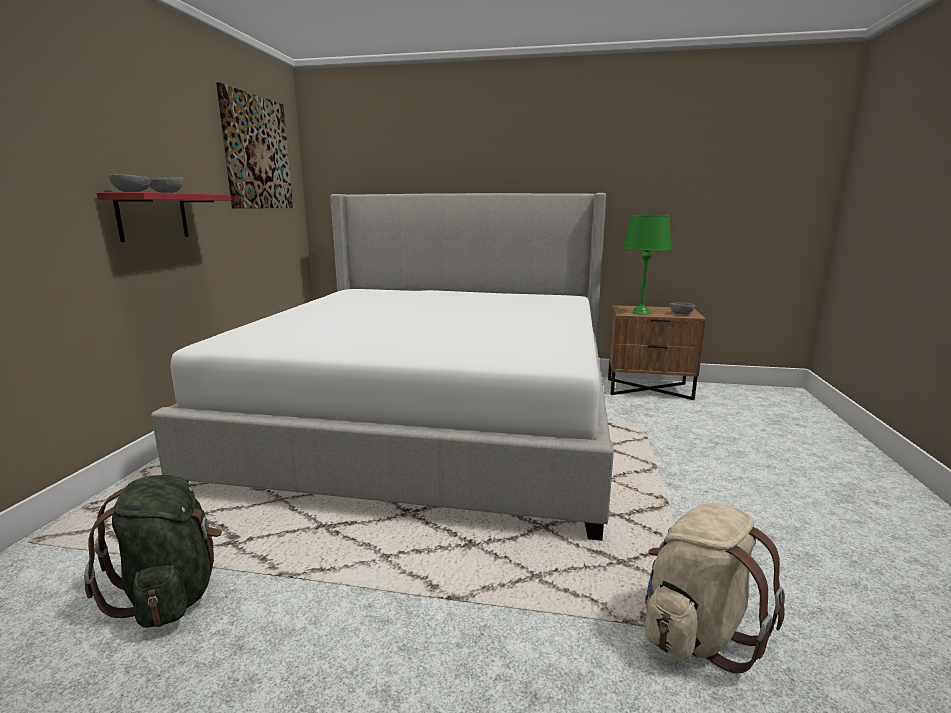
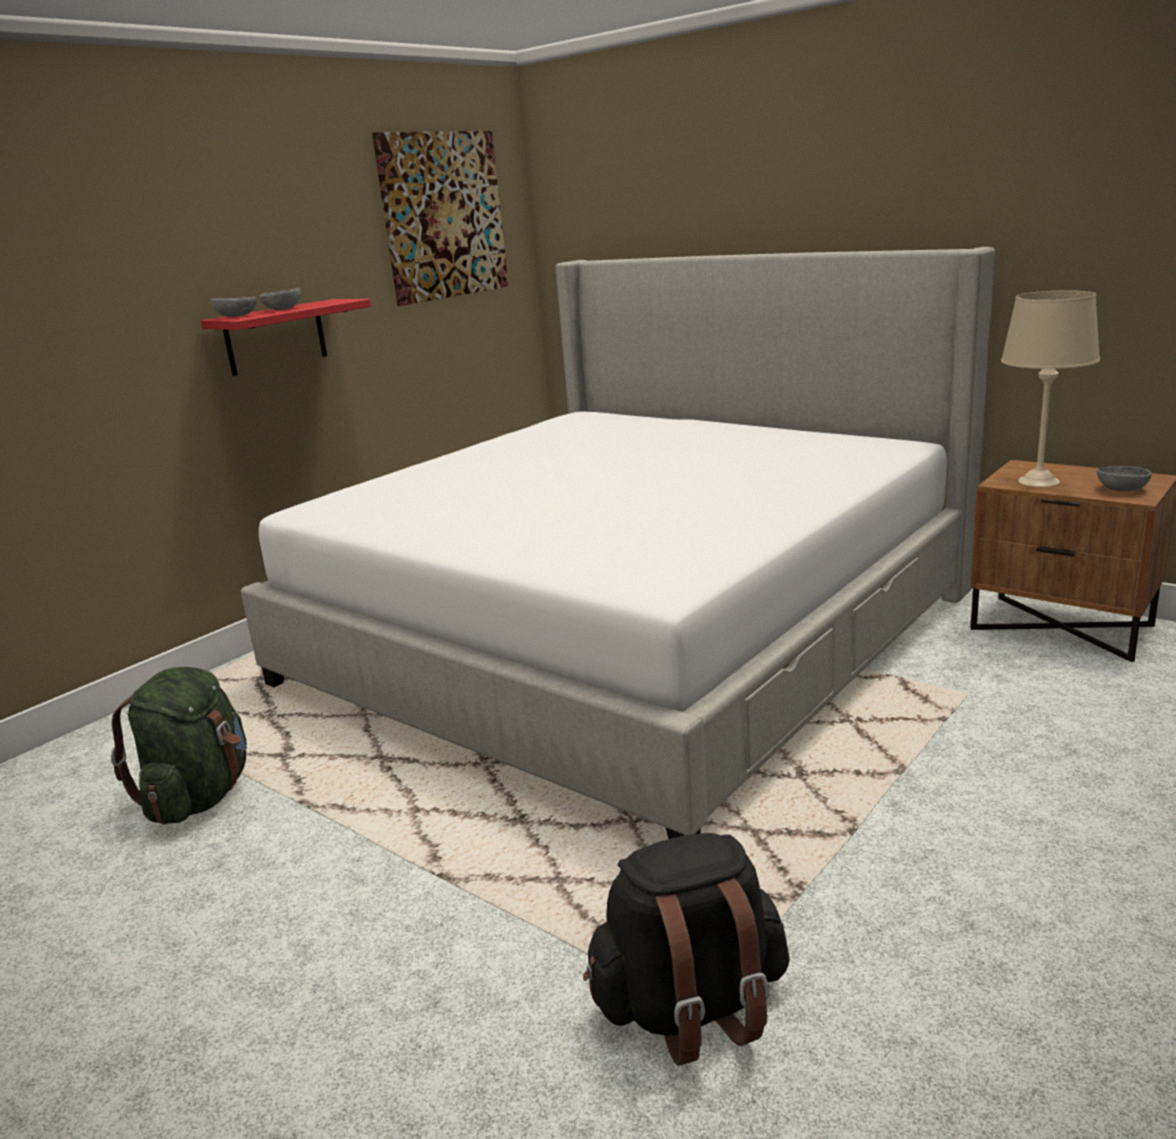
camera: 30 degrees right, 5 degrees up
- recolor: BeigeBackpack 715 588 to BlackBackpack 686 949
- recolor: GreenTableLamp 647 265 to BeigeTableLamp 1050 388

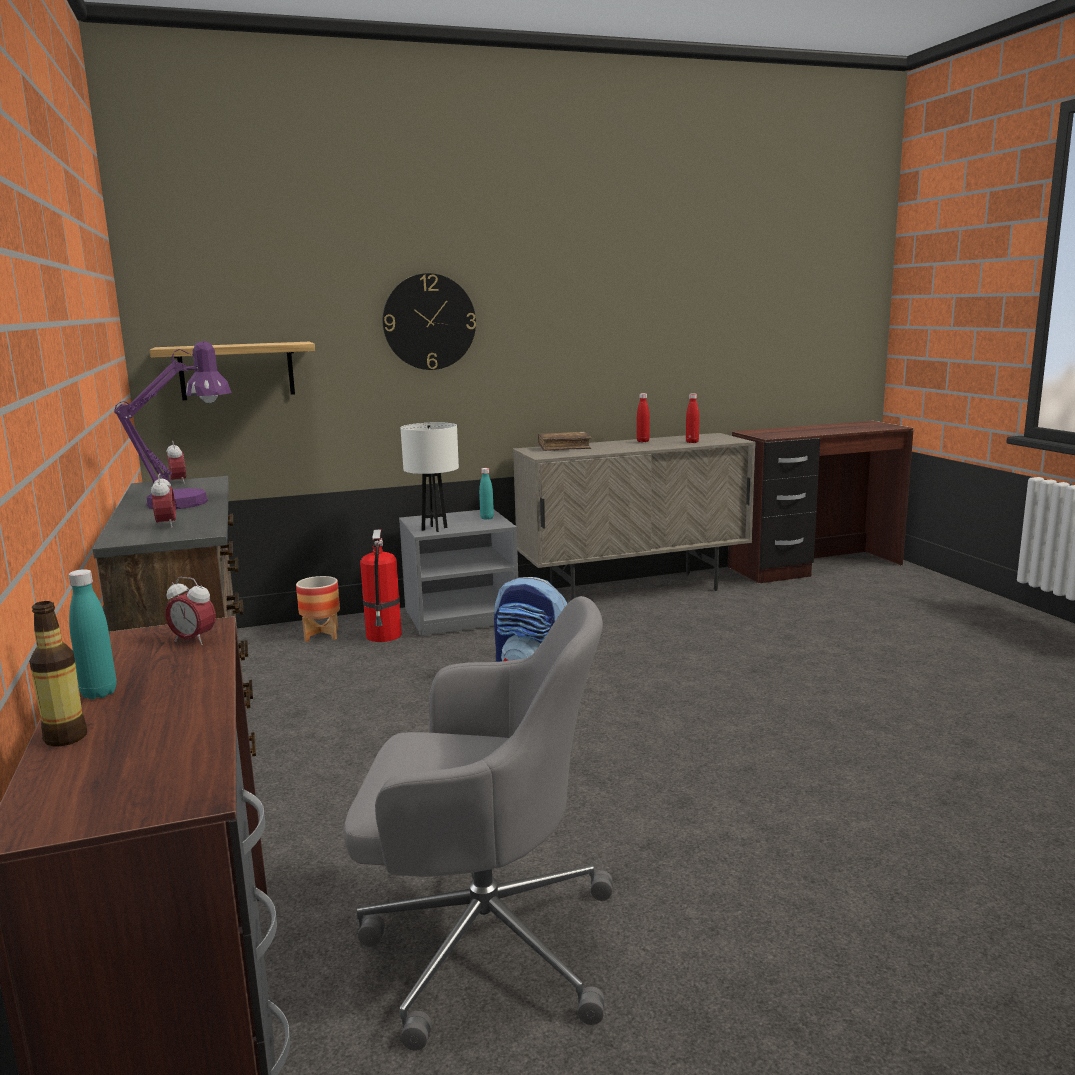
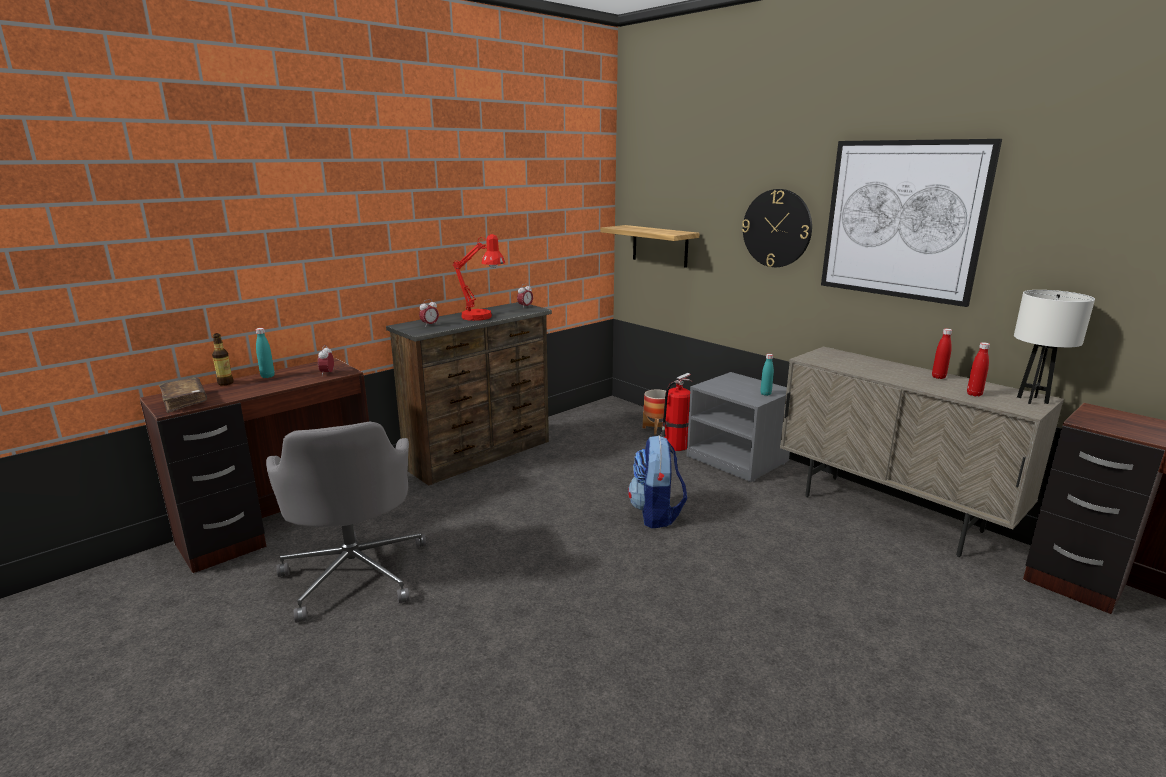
camera: 65 degrees right, 5 degrees up
- move: BrownBook 565 441 to 183 395
- recolor: PurpleTableLamp 173 425 to RedTableLamp 479 277
- insert: Picture 911 223
- move: WhiteTableLamp 429 477 to 1054 347

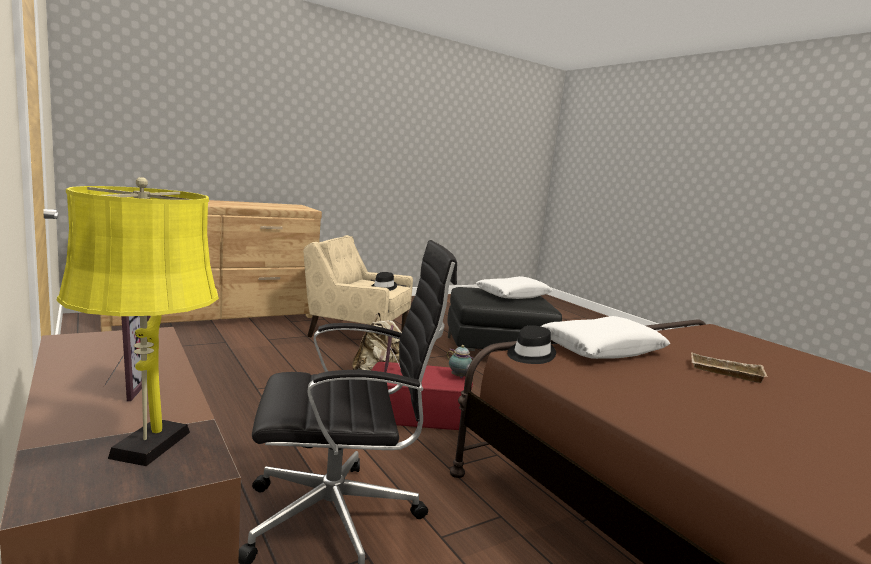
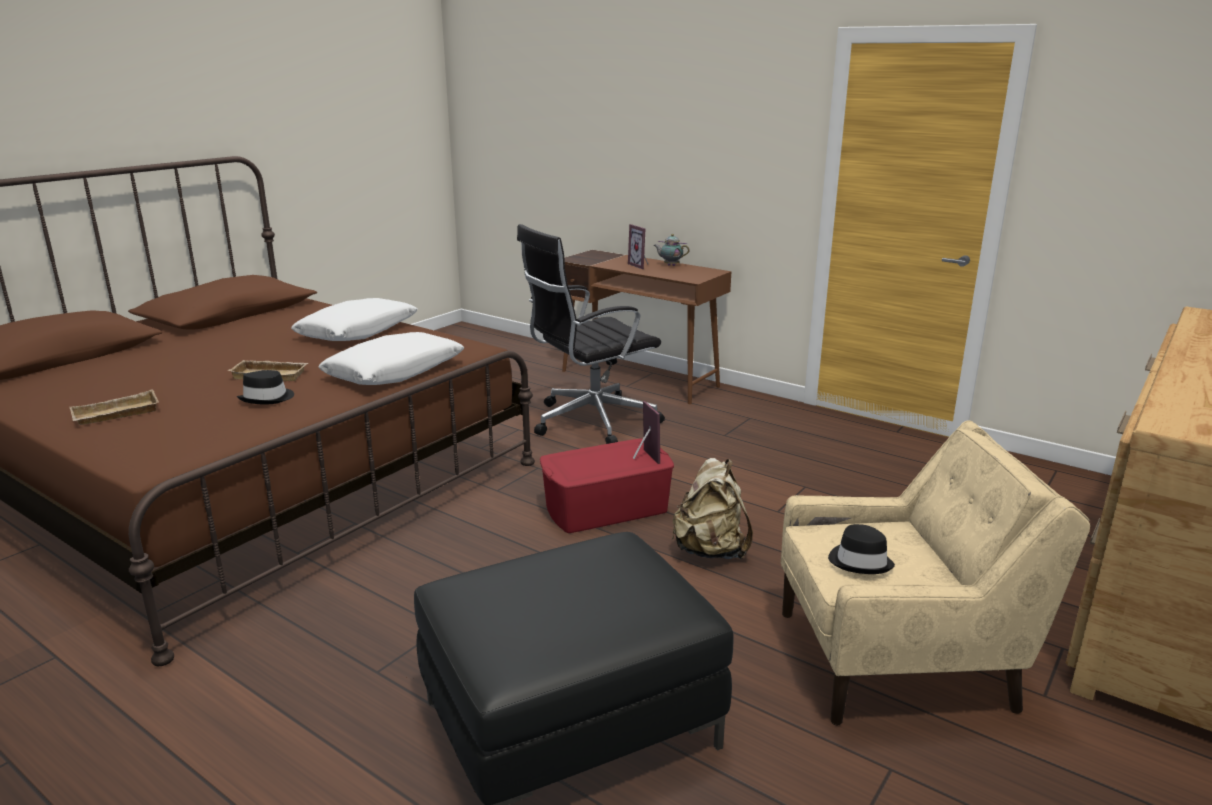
camera: 160 degrees right, 10 degrees up
- insert: BeigeTray 114 407
- move: BlackHat 531 344 to 265 387
- move: WhitePillow 514 287 to 354 319
- move: Teapot 460 361 to 672 250
- delete: YellowTableLamp 137 321

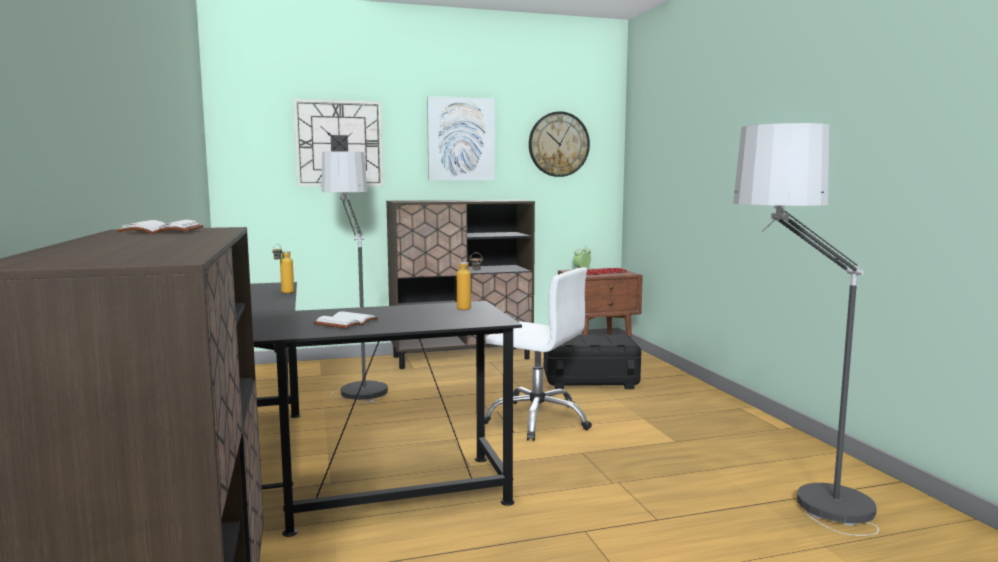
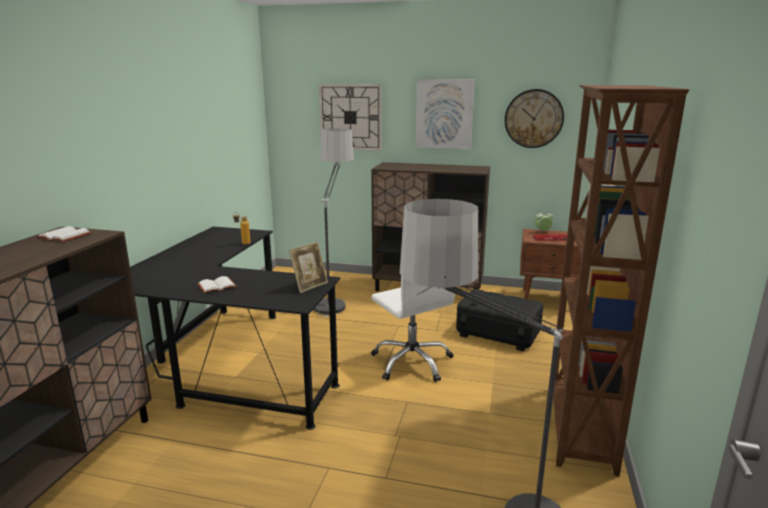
camera: 30 degrees right, 10 degrees up
- replace: Bottle 469 281 to PictureFrame 308 267
- insert: BrownBookcase 621 280

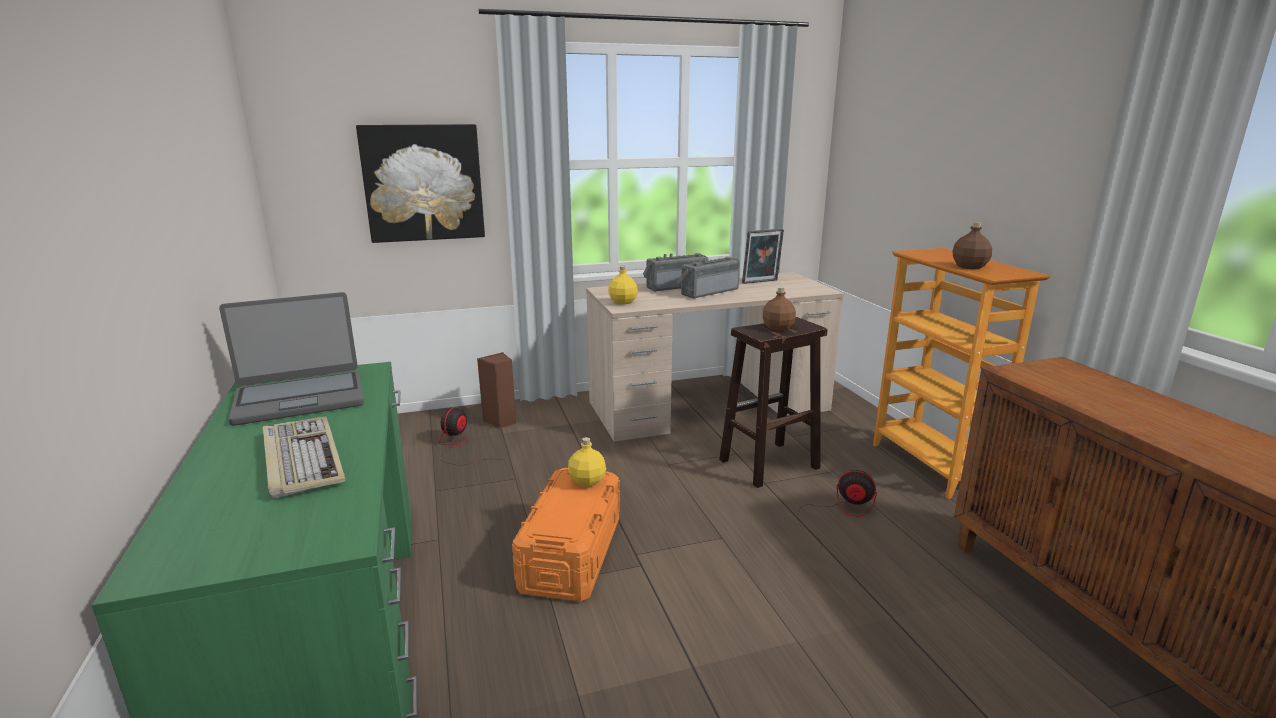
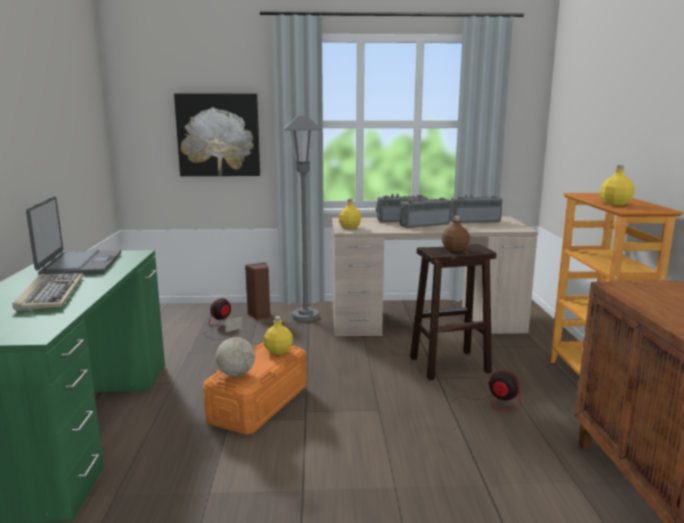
camera: 15 degrees right, 5 degrees down
- rotate: Laptop 291 359 = 73 235 90 degrees counterclockwise
- insert: Globe 235 346
- insert: GreyFloorLamp 303 219
- replace: PictureFrame 763 256 to Radio 476 208
- recolor: BrownBottle 972 245 to YellowBottle 617 185

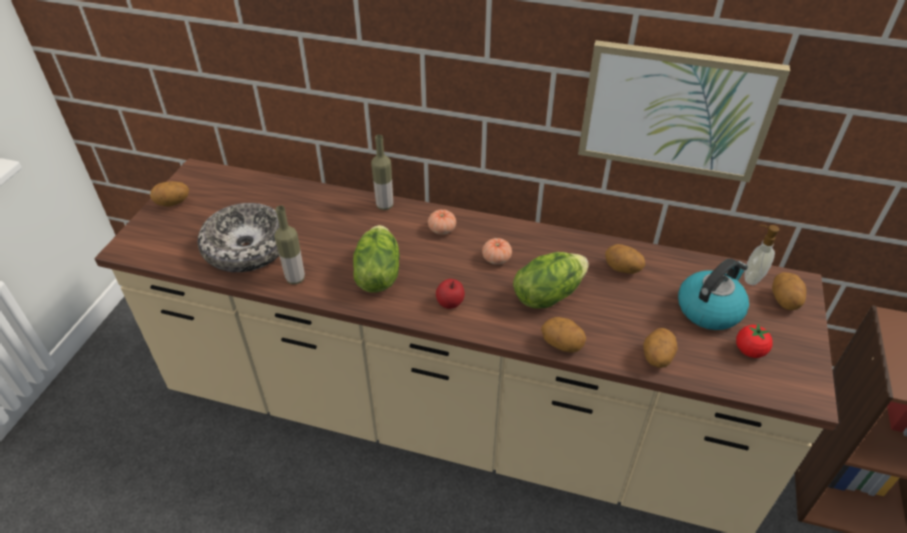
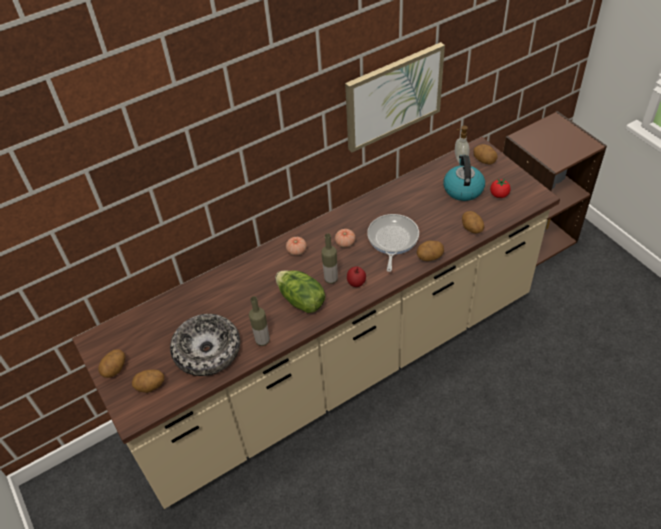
camera: 45 degrees left, 5 degrees up
- move: Potato 625 259 to 148 381
- move: Bottle 382 172 to 329 258
- replace: Lettuce 551 280 to FryingPan 393 243

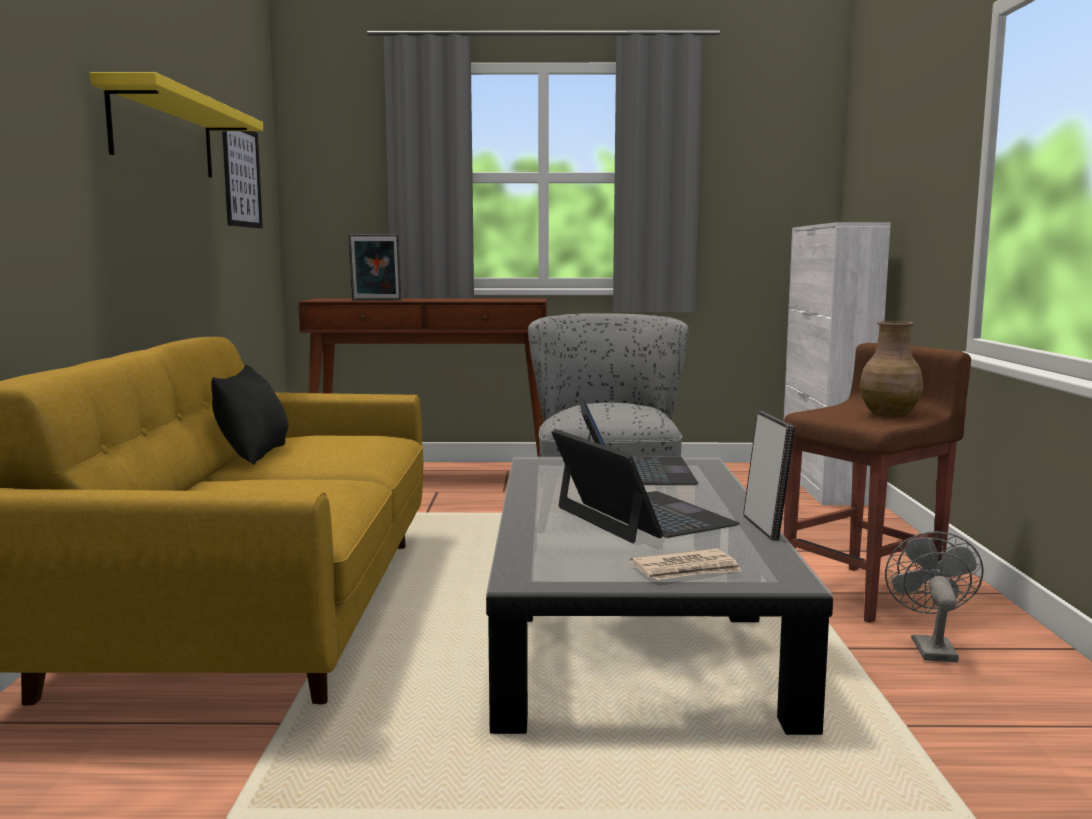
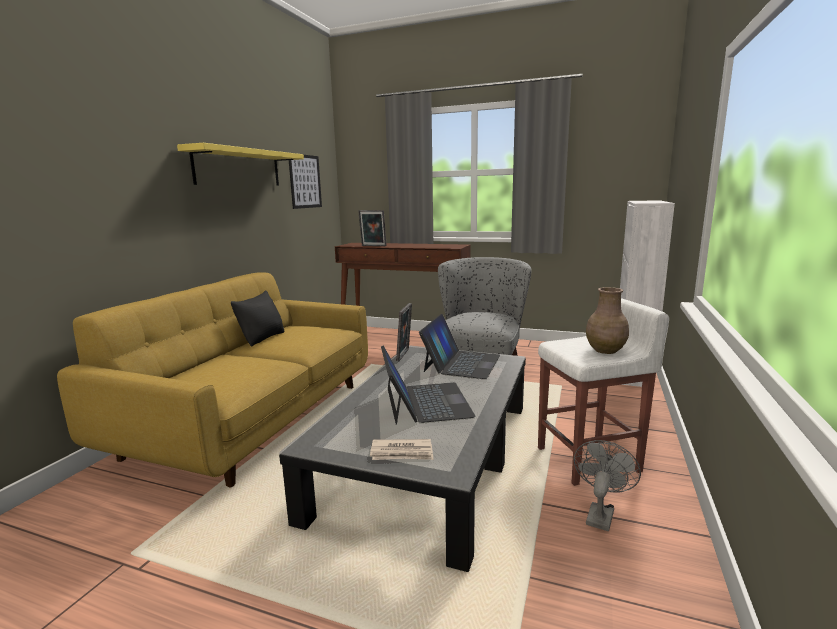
camera: 20 degrees right, 5 degrees up
- move: PictureFrame 769 475 to 404 332
- recolor: BrownStool 877 483 to WhiteStool 603 392

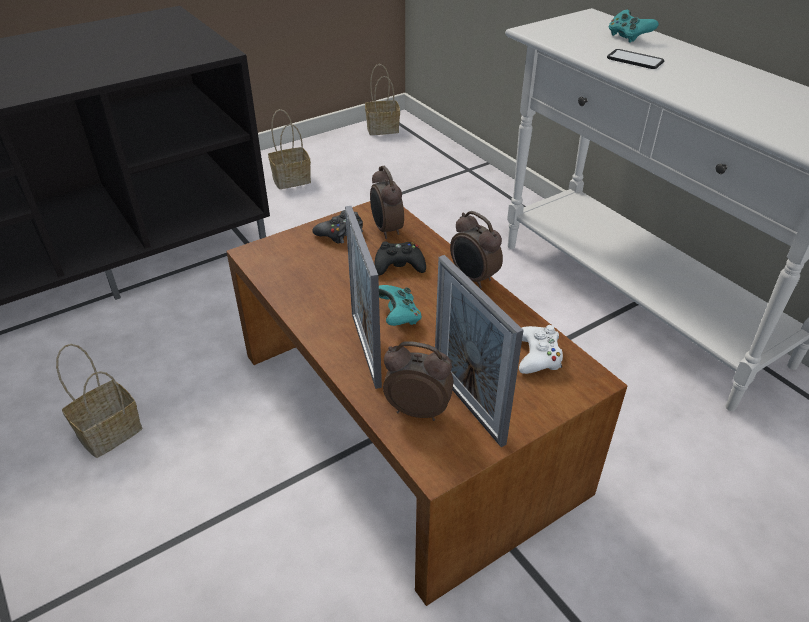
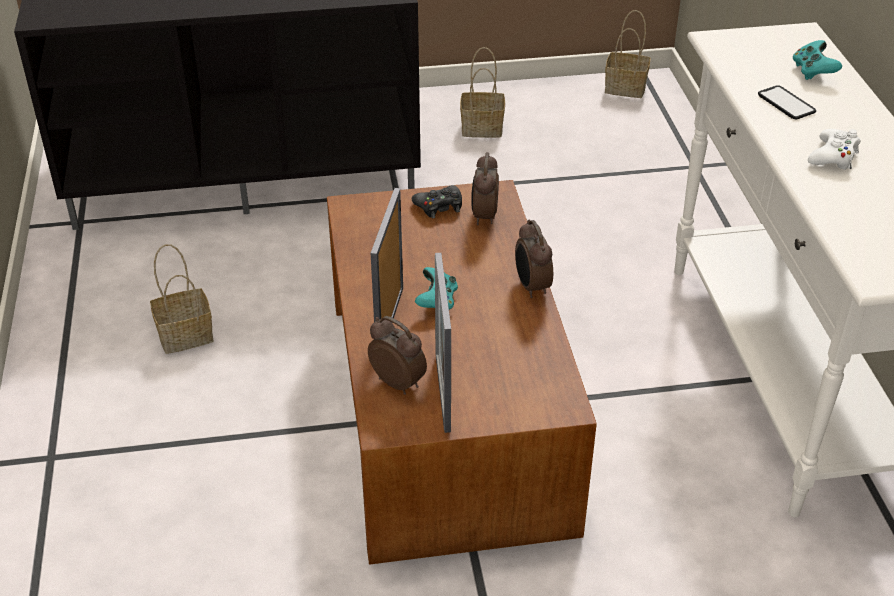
camera: 25 degrees right, 0 degrees up
- move: WhiteGameController 541 349 to 834 149
- delete: BlackGameController 400 258

